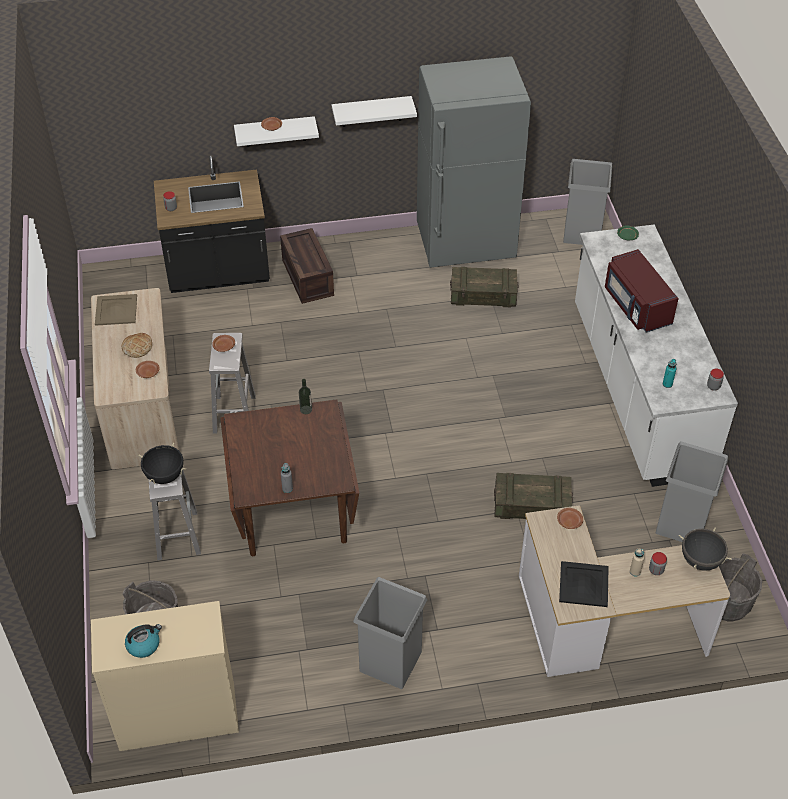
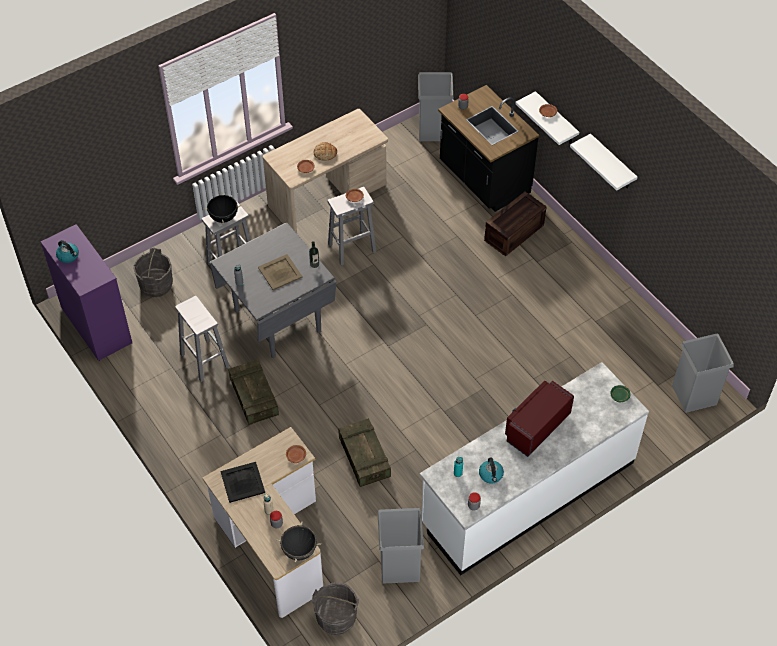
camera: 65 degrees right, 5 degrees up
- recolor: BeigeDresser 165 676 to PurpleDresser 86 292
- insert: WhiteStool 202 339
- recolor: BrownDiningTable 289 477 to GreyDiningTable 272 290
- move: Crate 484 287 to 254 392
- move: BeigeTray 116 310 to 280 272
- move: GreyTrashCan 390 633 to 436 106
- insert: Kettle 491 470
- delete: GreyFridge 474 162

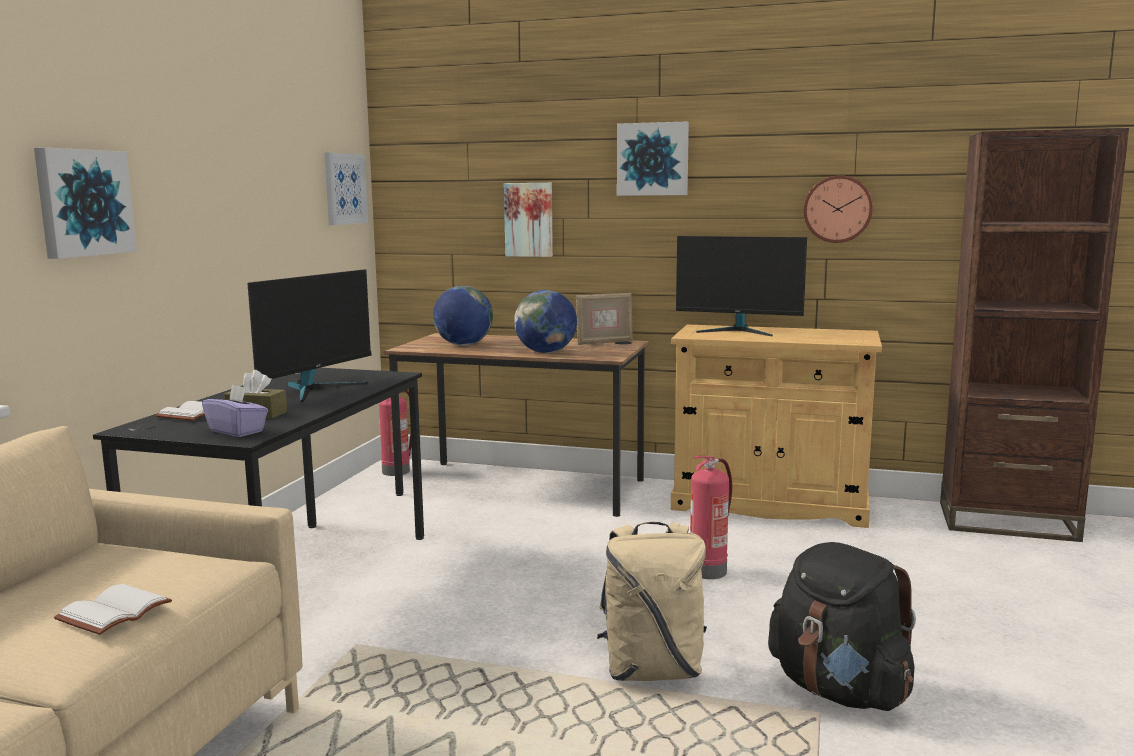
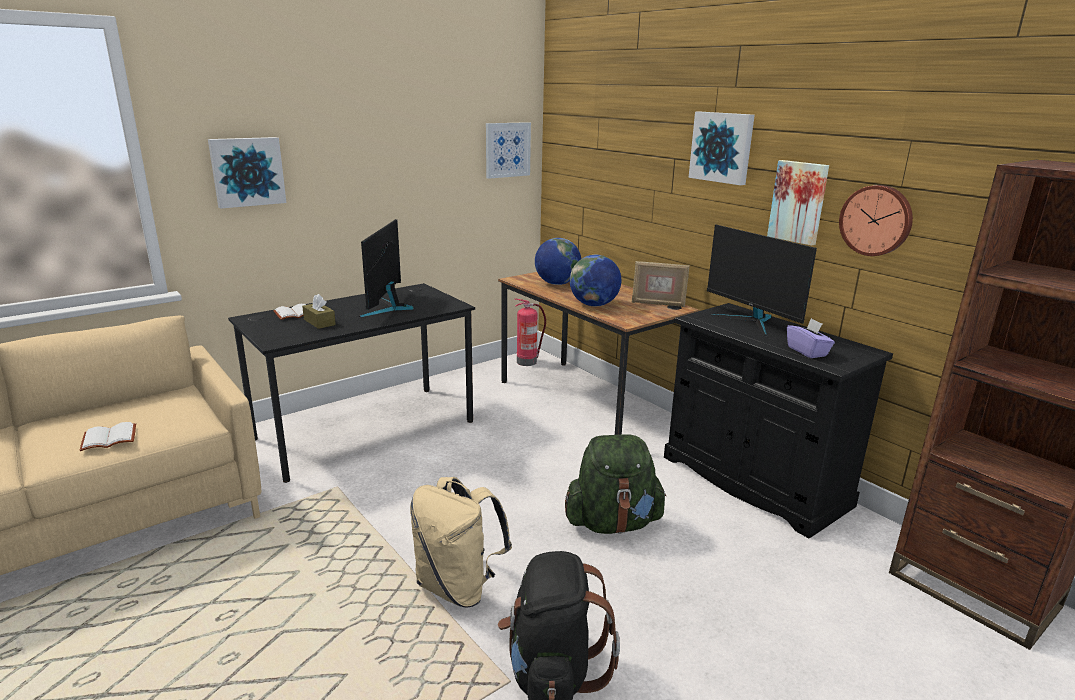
camera: 35 degrees right, 10 degrees up
- rotate: Monitor 309 335 = 386 268 120 degrees clockwise
- replace: FireExtinguisher 711 517 to GreenBackpack 616 484
- recolor: BeigeCabinet 776 426 to BlackCabinet 778 420
- move: Picture 528 220 to 798 203
- move: PurpleTissueBox 235 410 to 811 338

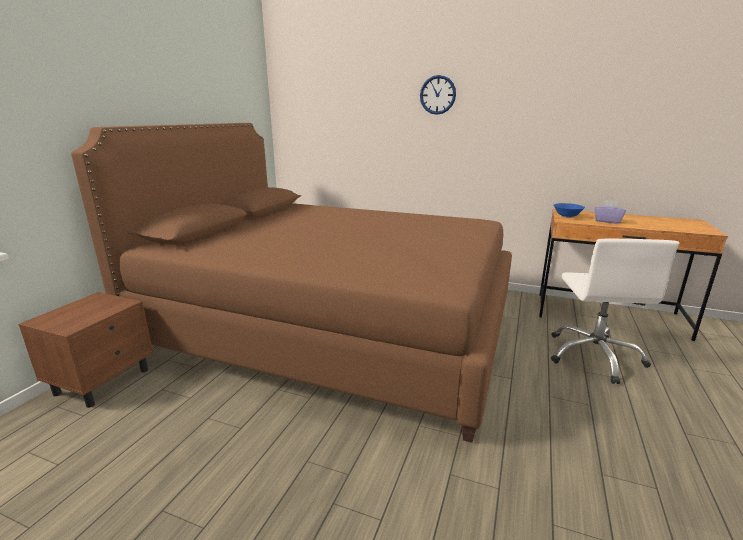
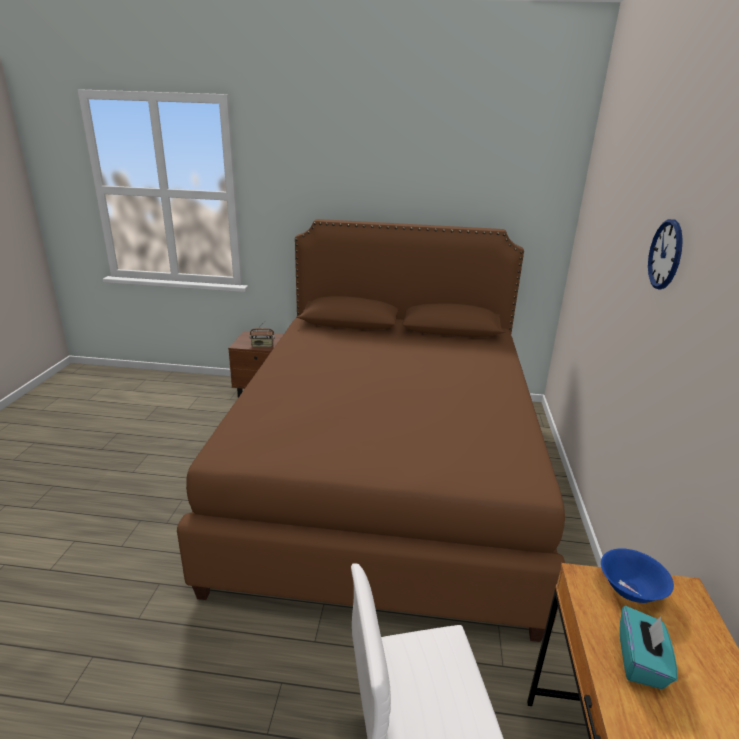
camera: 75 degrees right, 5 degrees up
- insert: Radio 262 335
- recolor: PurpleTissueBox 610 212 to TurquoiseTissueBox 649 647

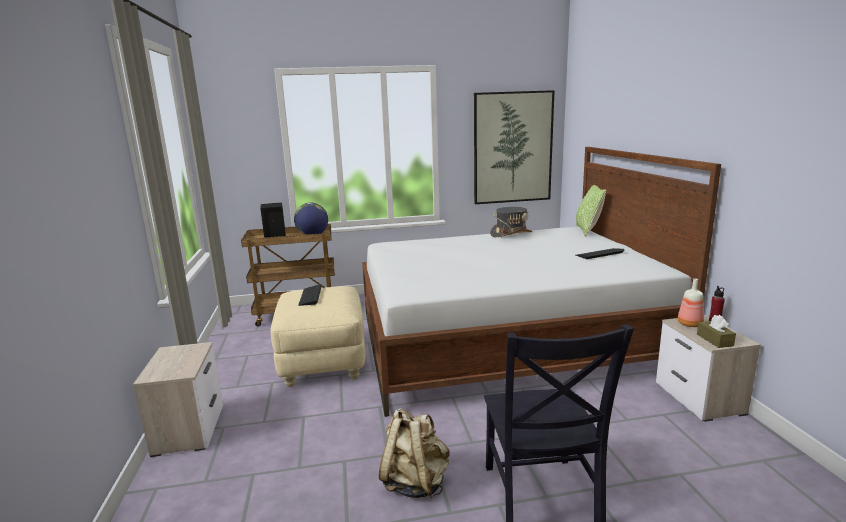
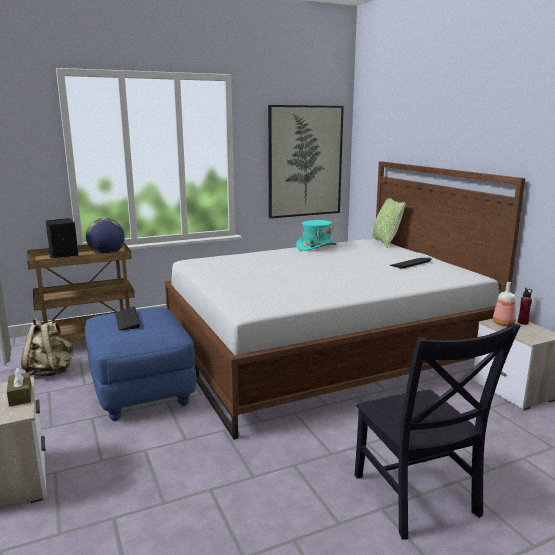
camera: 15 degrees left, 0 degrees up
- move: BrownTissueBox 716 331 to 19 386
- move: BeigeBackpack 414 453 to 47 347
- recolor: BeigeOttoman 318 336 to BlueOttoman 140 364
- recolor: GreyHat 511 222 to TurquoiseHat 316 235

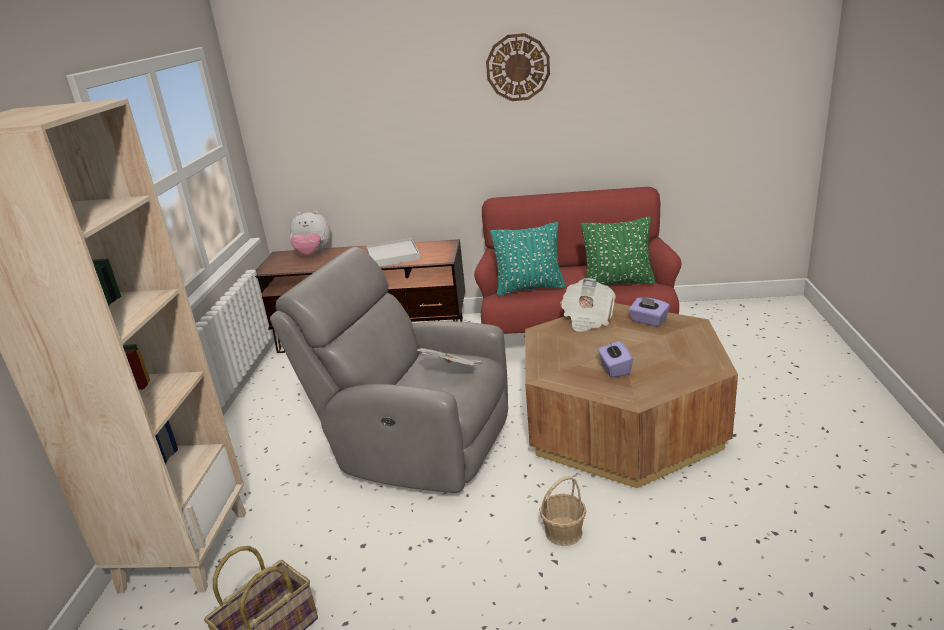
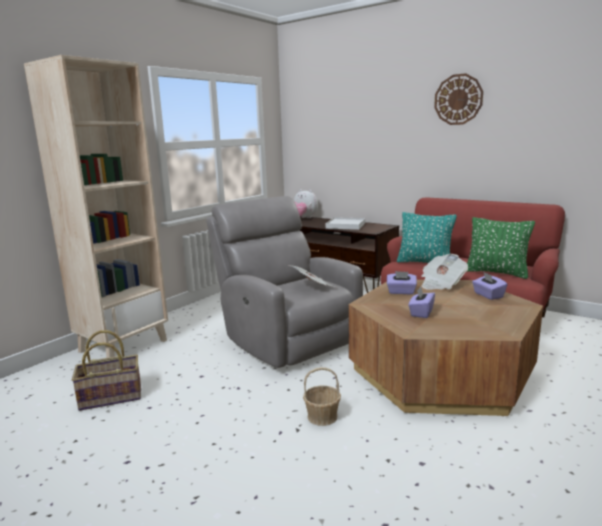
camera: 30 degrees right, 10 degrees down
- insert: PurpleTissueBox 402 282

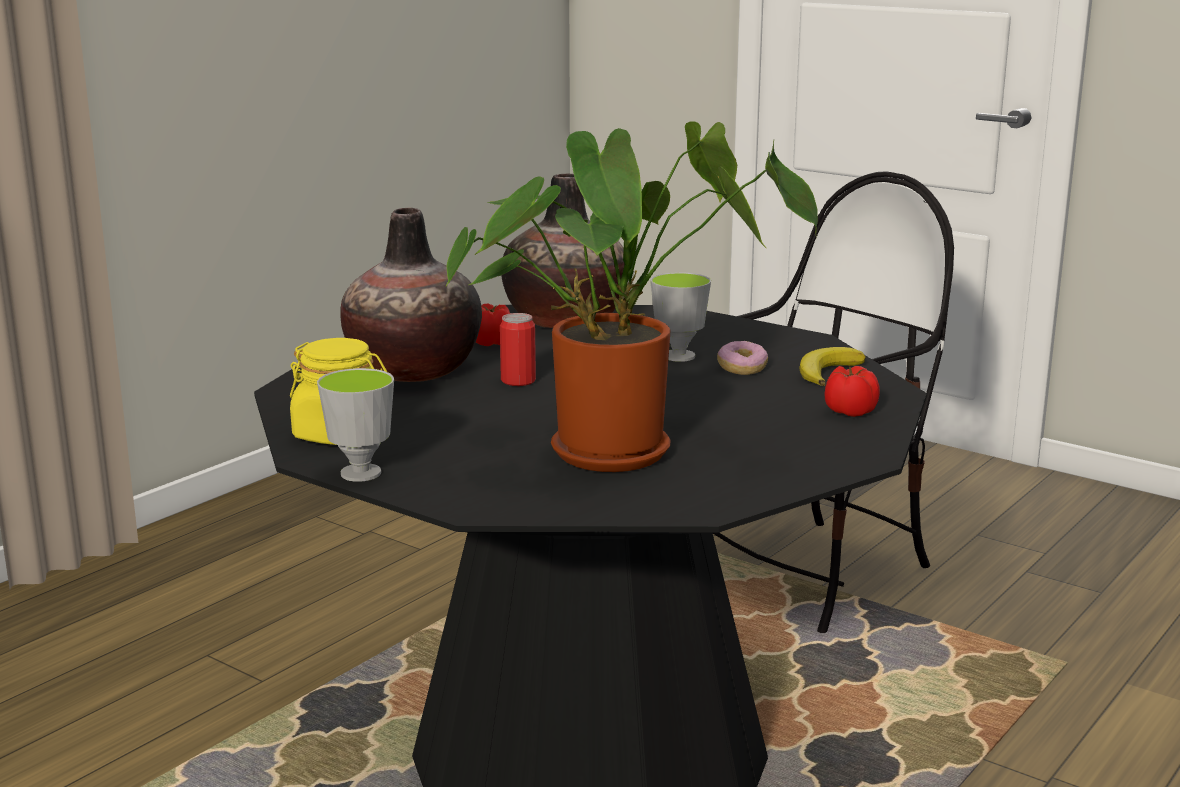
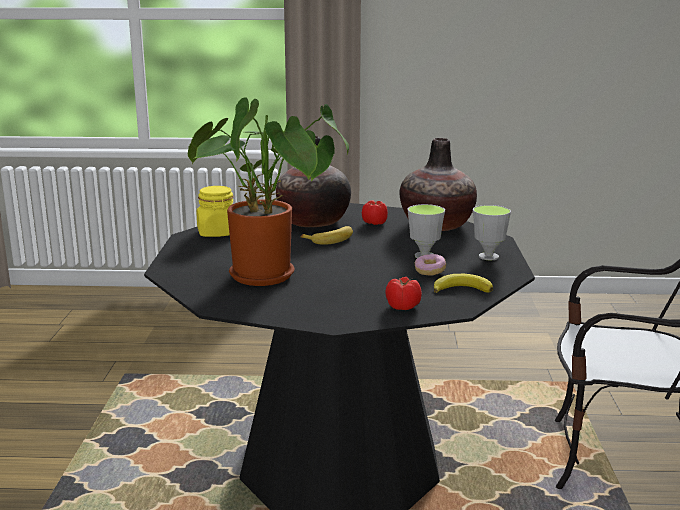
camera: 55 degrees right, 0 degrees up
- replace: Can 518 349 to Banana 327 235
- move: Cup 355 425 to 492 232

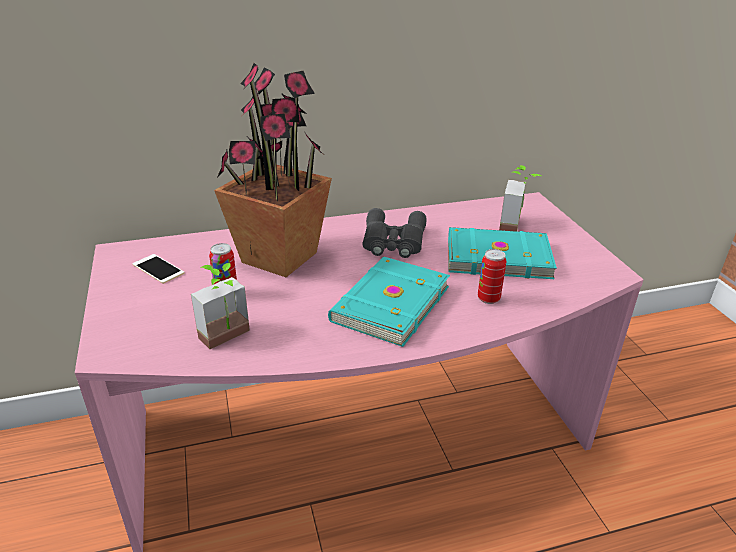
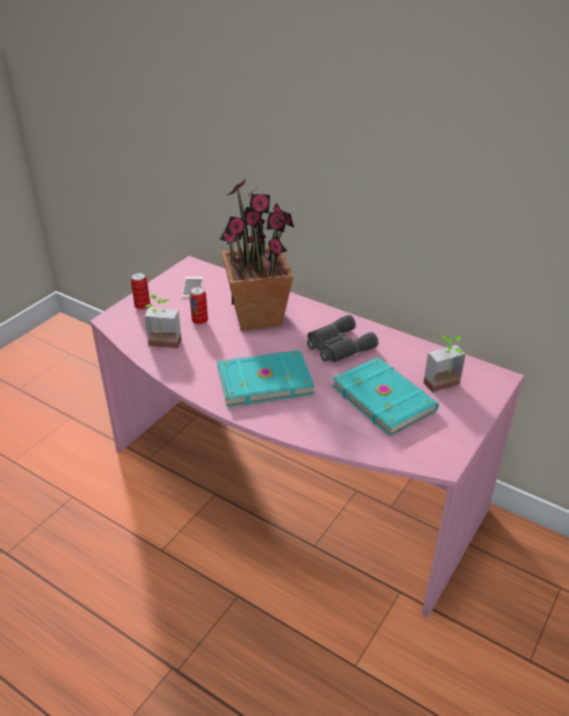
camera: 50 degrees right, 5 degrees up
- move: Can 492 276 to 140 291

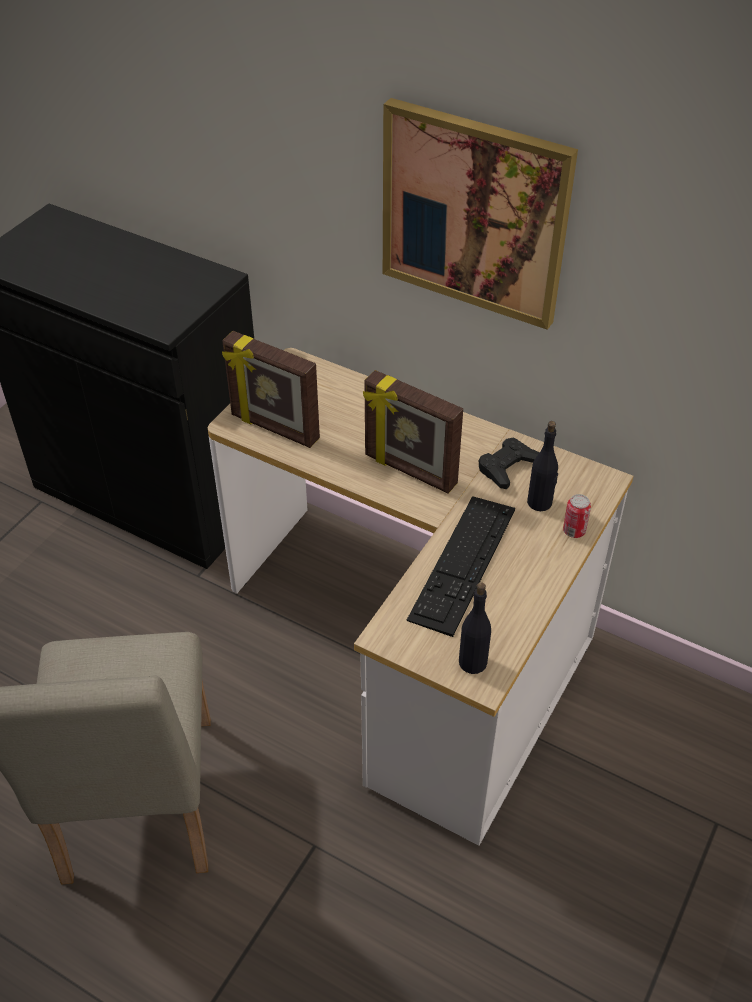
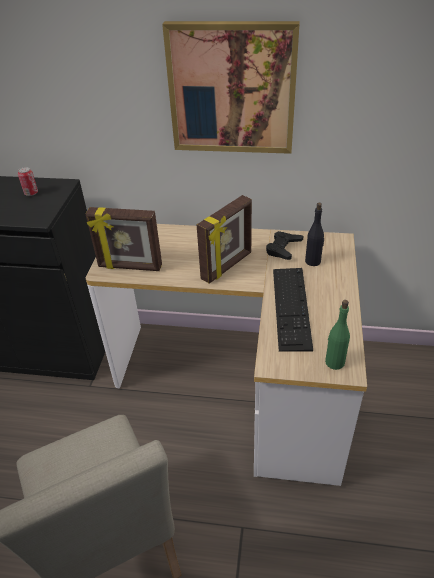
camera: 20 degrees left, 5 degrees down
- move: Can 577 516 to 28 181
- rotate: PictureFrame 413 432 = 224 239 60 degrees counterclockwise
- recolor: BlackBottle 475 628 to GreenBottle 337 335

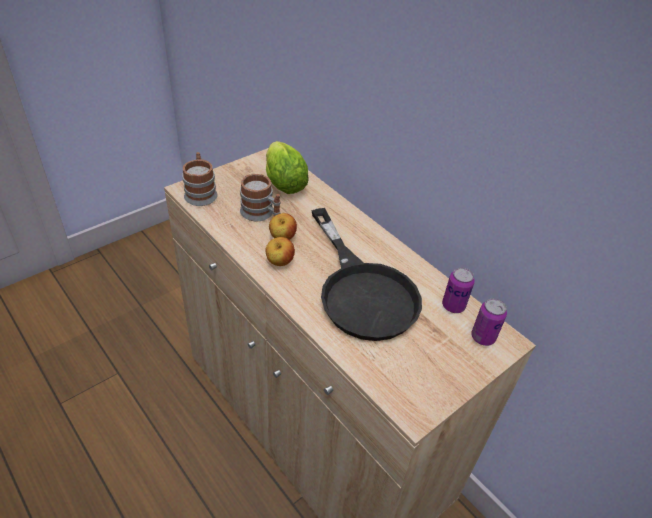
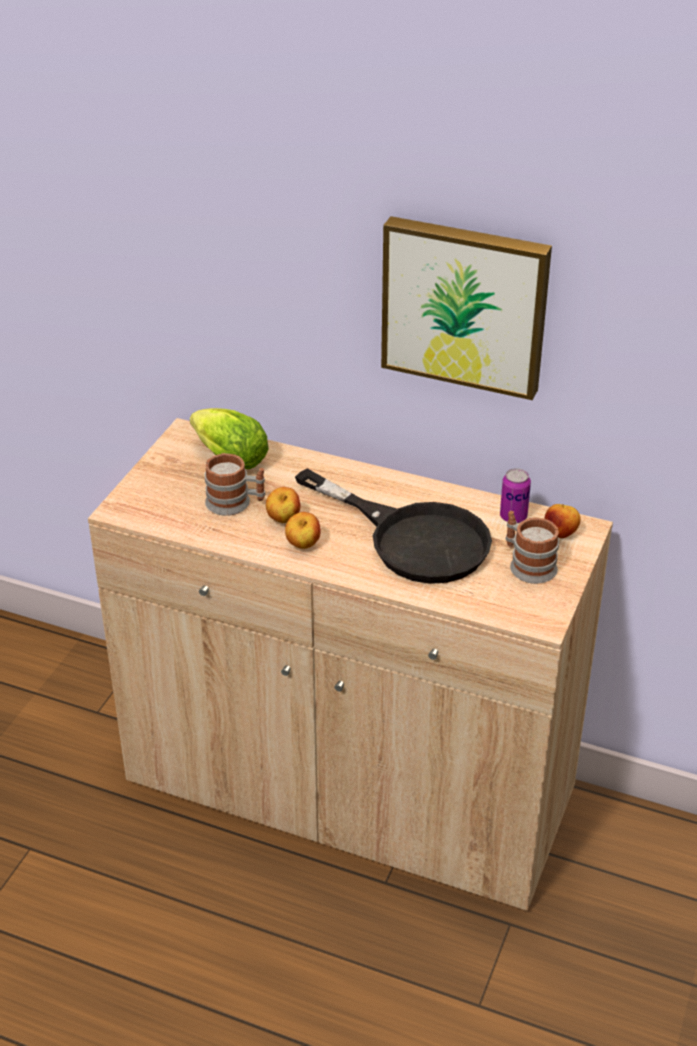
camera: 25 degrees left, 5 degrees down
- insert: Picture 466 308
- move: Mug 200 179 to 532 547
- replace: Can 489 322 to Apple 562 521

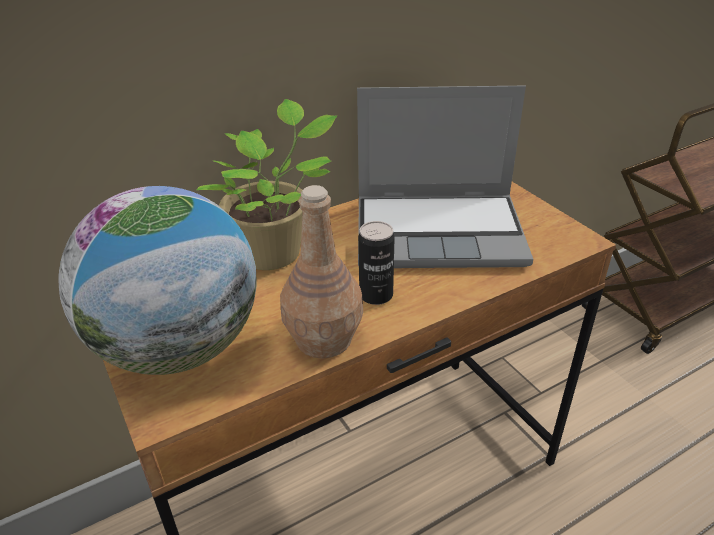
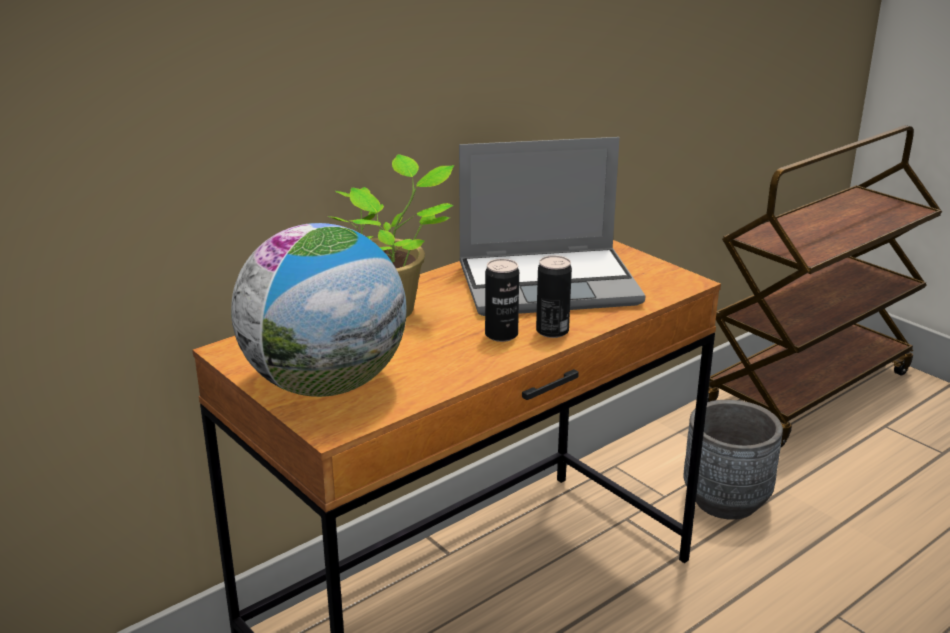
camera: 10 degrees left, 10 degrees down
- insert: Can 554 296
- insert: GreyPlanter 733 460
- delete: BrownBottle 321 271

